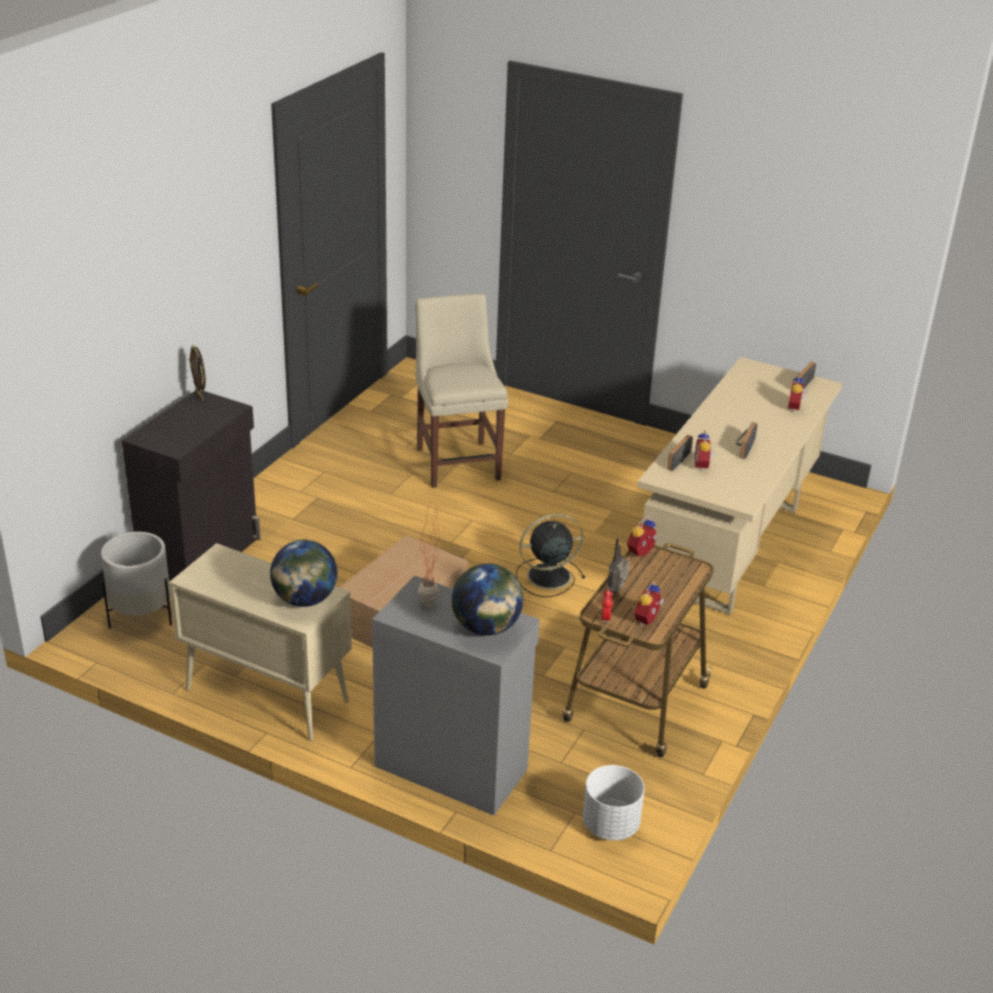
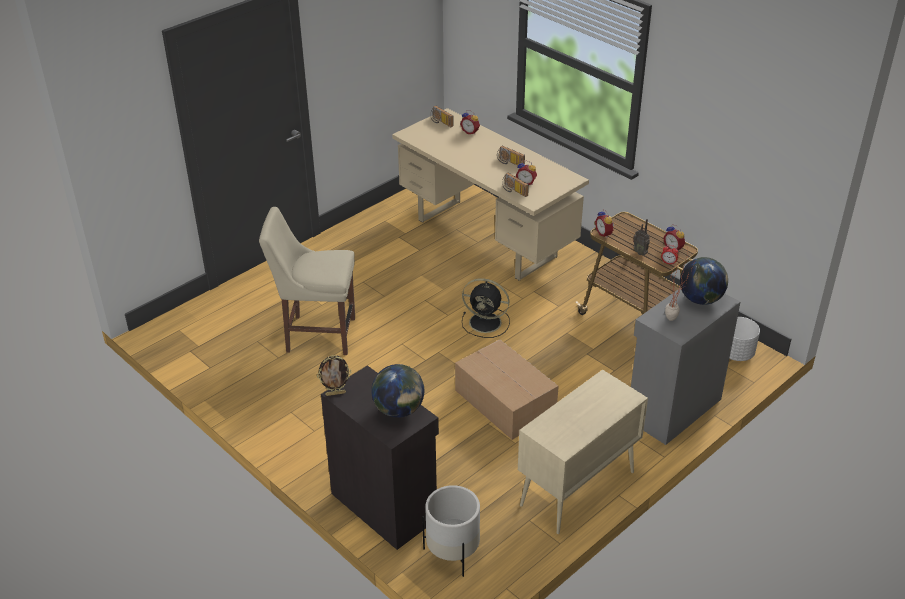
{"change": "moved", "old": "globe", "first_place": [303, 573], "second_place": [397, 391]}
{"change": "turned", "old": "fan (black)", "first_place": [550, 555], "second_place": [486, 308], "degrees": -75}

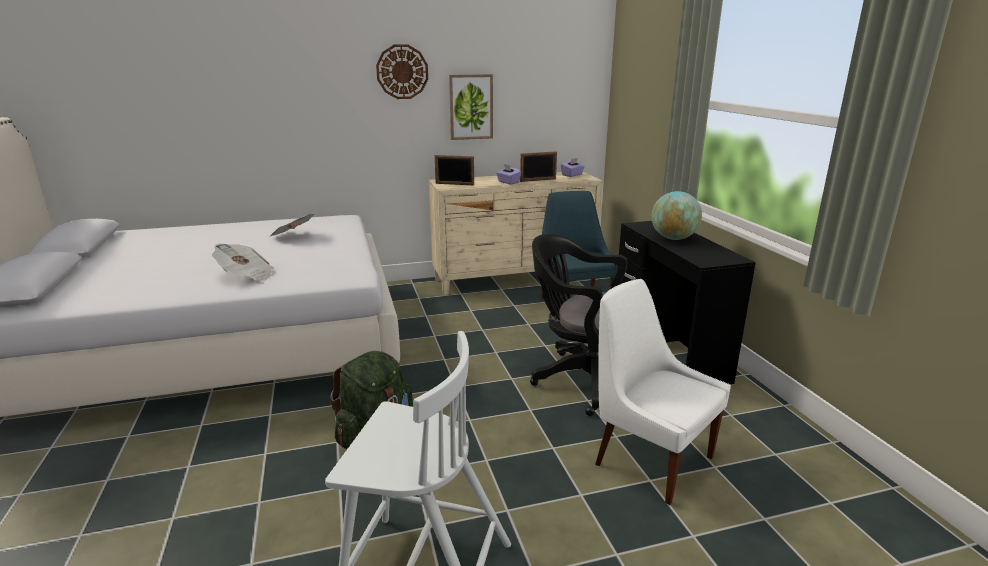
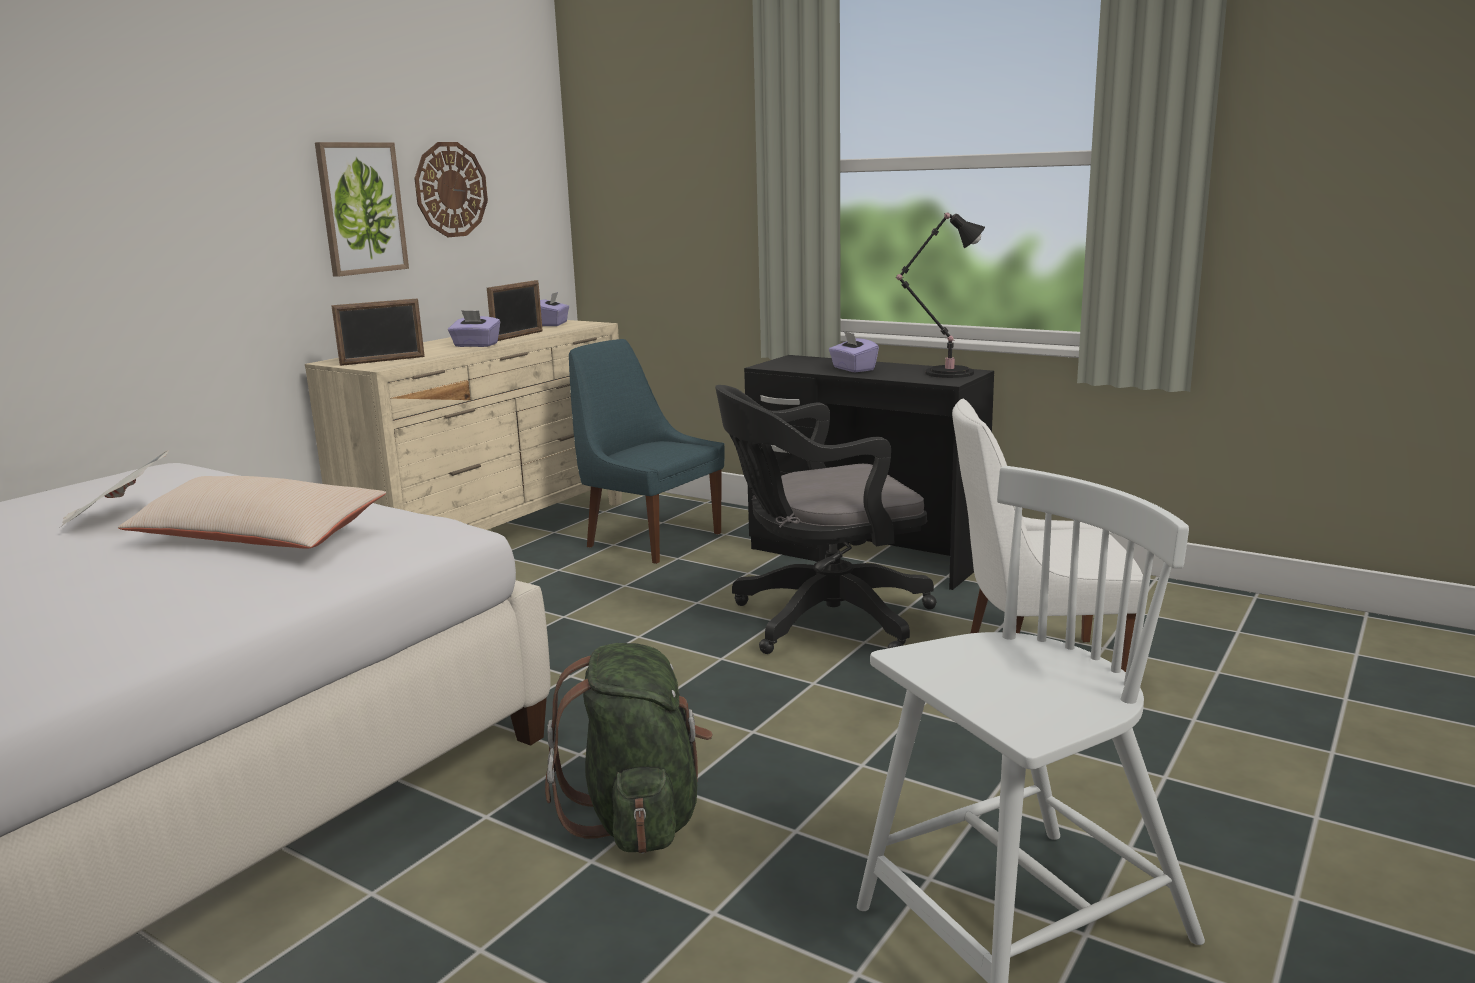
{"change": "removed", "old": "newspaper", "first_place": [243, 262]}
{"change": "moved", "old": "wall clock", "first_place": [402, 72], "second_place": [451, 189]}
{"change": "replaced", "old": "globe", "new": "tissue box (purple)", "first_place": [677, 215], "second_place": [854, 351]}
{"change": "added", "new": "pillow (beige)", "second_place": [252, 512]}
{"change": "added", "new": "table lamp (black)", "second_place": [940, 295]}

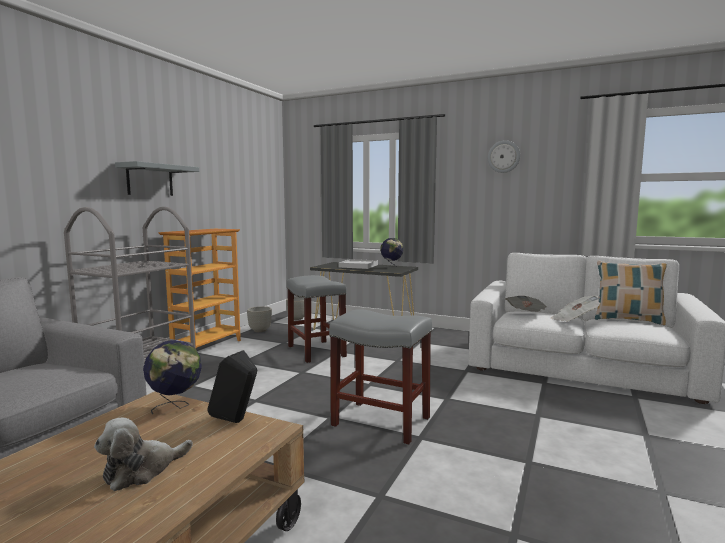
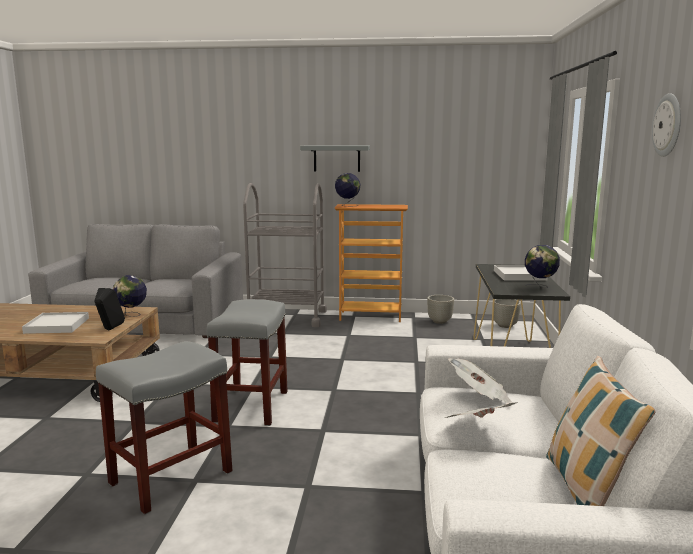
{"change": "replaced", "old": "plush toy", "new": "tray (white)", "first_place": [143, 454], "second_place": [55, 323]}
{"change": "moved", "old": "stool (grey)", "first_place": [317, 319], "second_place": [164, 428]}
{"change": "added", "new": "globe", "second_place": [347, 189]}

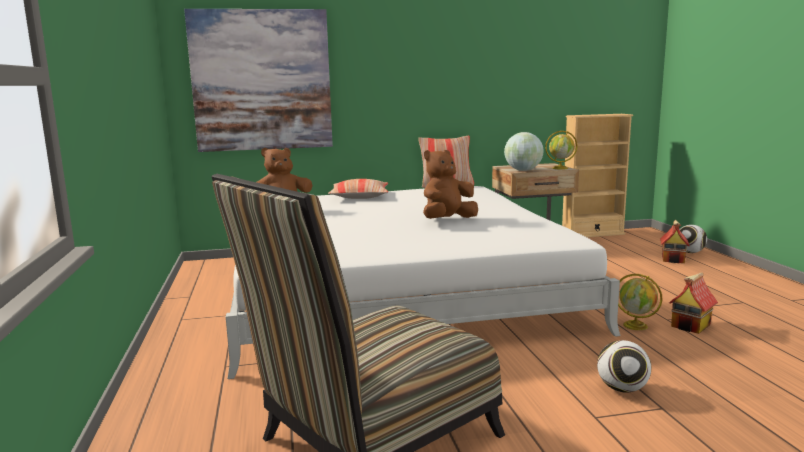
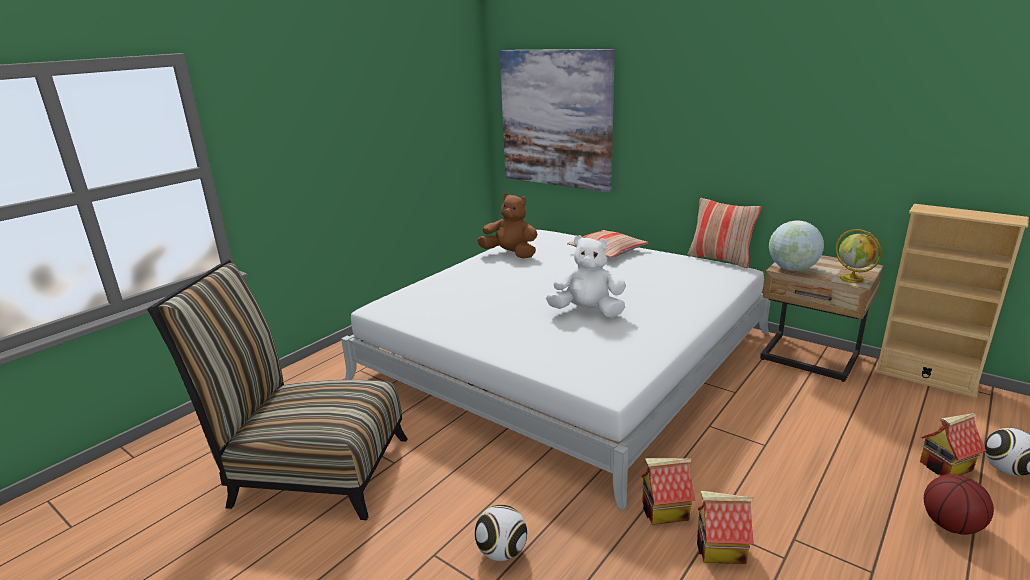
{"change": "recoloured", "old": "plush toy (brown)", "new": "plush toy (white)", "first_place": [450, 184], "second_place": [586, 276]}
{"change": "replaced", "old": "globe", "new": "toy house", "first_place": [640, 302], "second_place": [668, 491]}
{"change": "added", "new": "basketball", "second_place": [959, 504]}

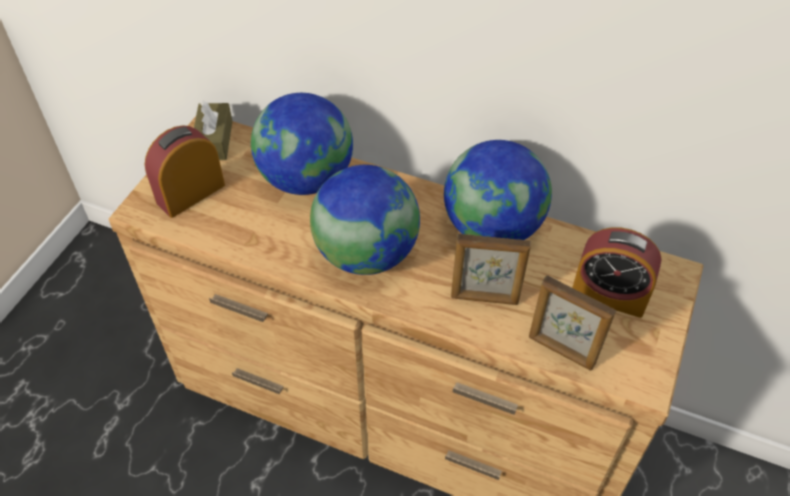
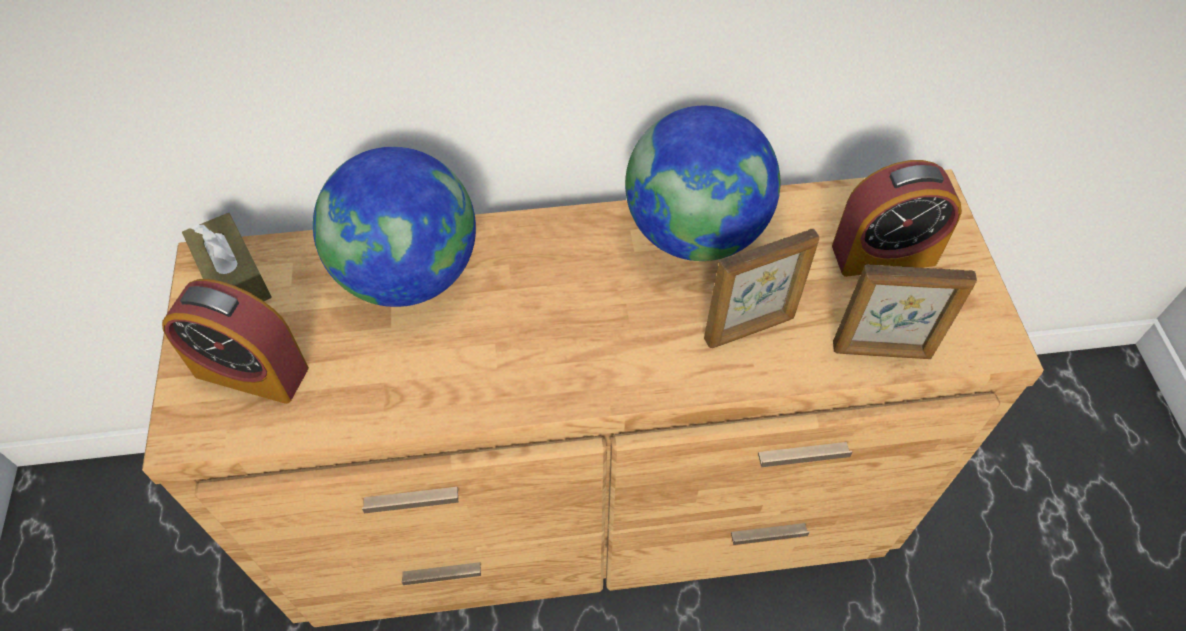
{"change": "turned", "old": "alarm clock", "first_place": [184, 171], "second_place": [235, 341], "degrees": -90}
{"change": "removed", "old": "globe", "first_place": [365, 220]}

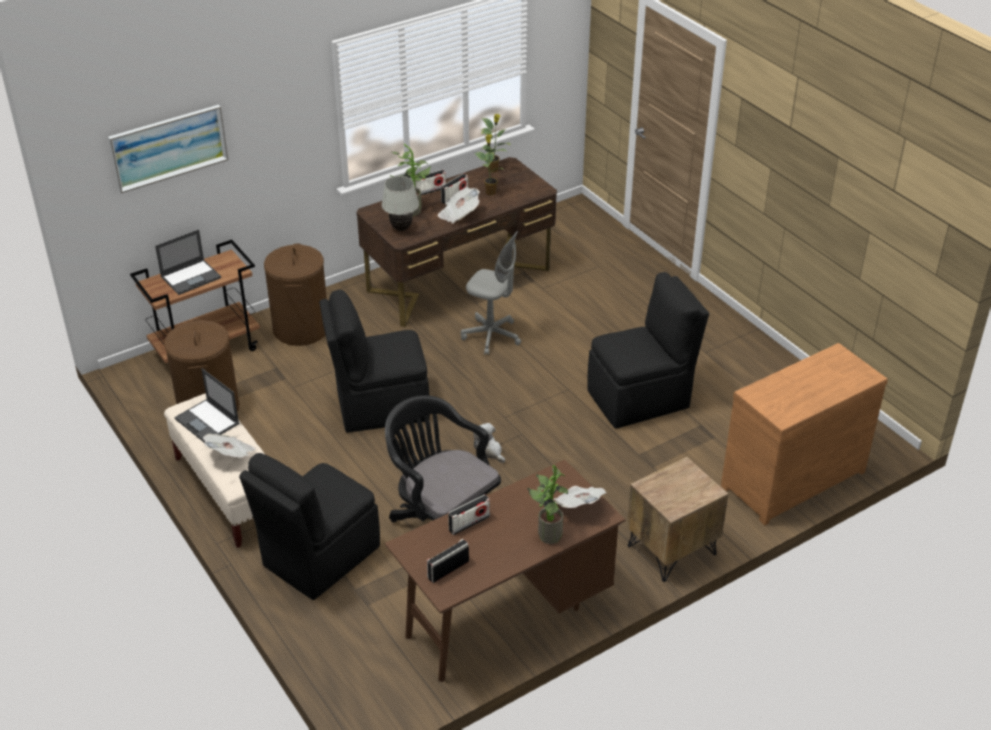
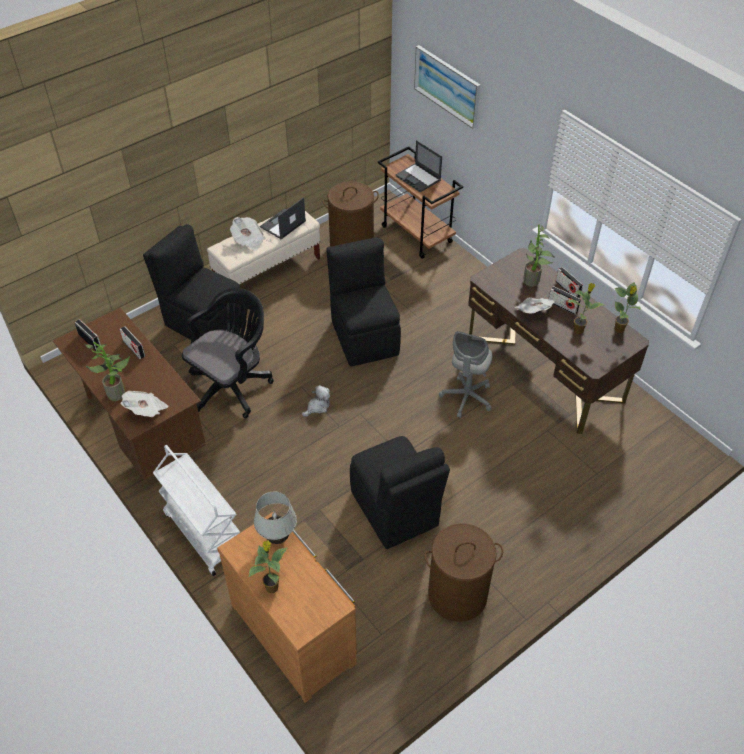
{"change": "moved", "old": "laundry basket (brown)", "first_place": [295, 294], "second_place": [463, 572]}
{"change": "moved", "old": "table lamp (white)", "first_place": [400, 203], "second_place": [275, 517]}
{"change": "replaced", "old": "nightstand (brown)", "new": "cart (white)", "first_place": [677, 519], "second_place": [196, 510]}
{"change": "added", "new": "potted plant", "second_place": [268, 566]}

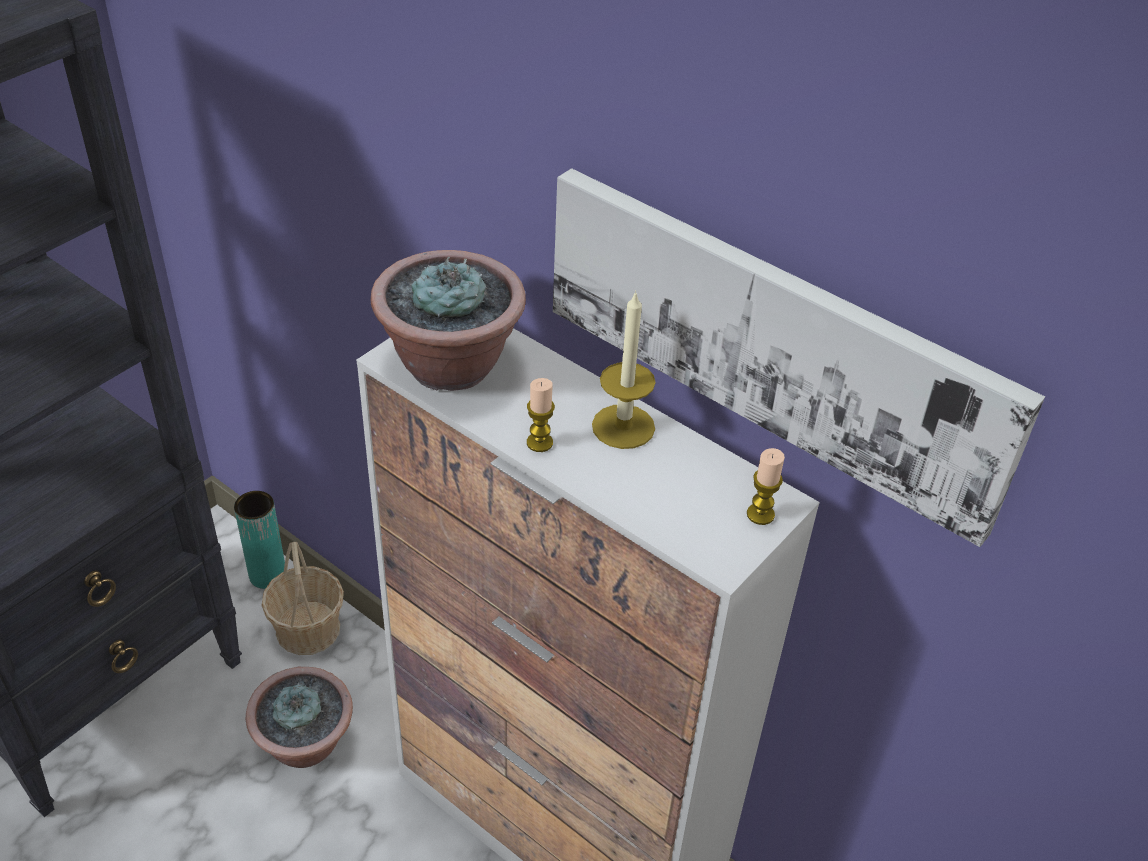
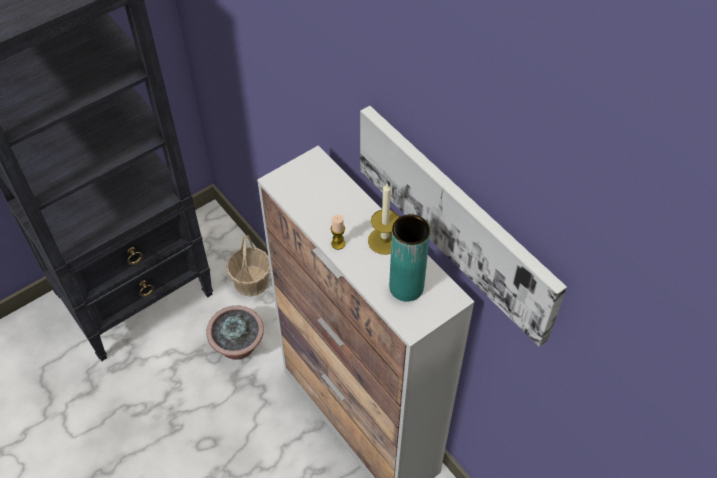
{"change": "moved", "old": "vase (turquoise)", "first_place": [259, 540], "second_place": [409, 258]}
{"change": "removed", "old": "potted plant", "first_place": [448, 320]}
{"change": "removed", "old": "candle", "first_place": [766, 486]}

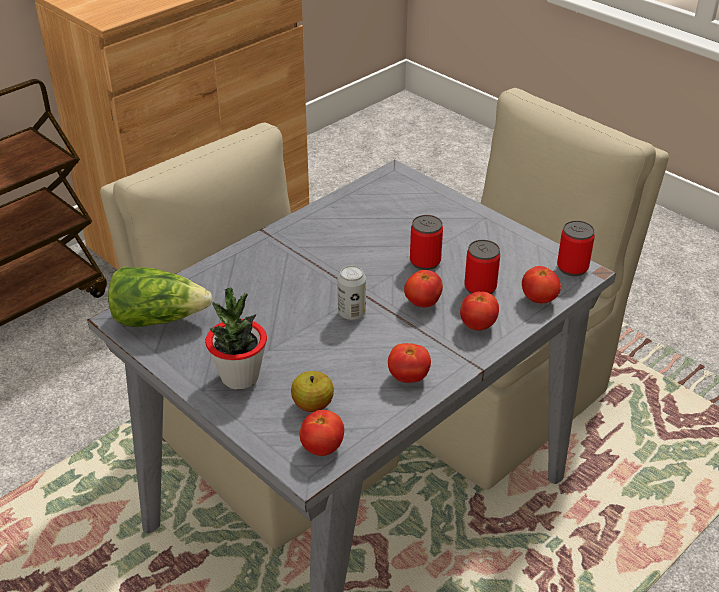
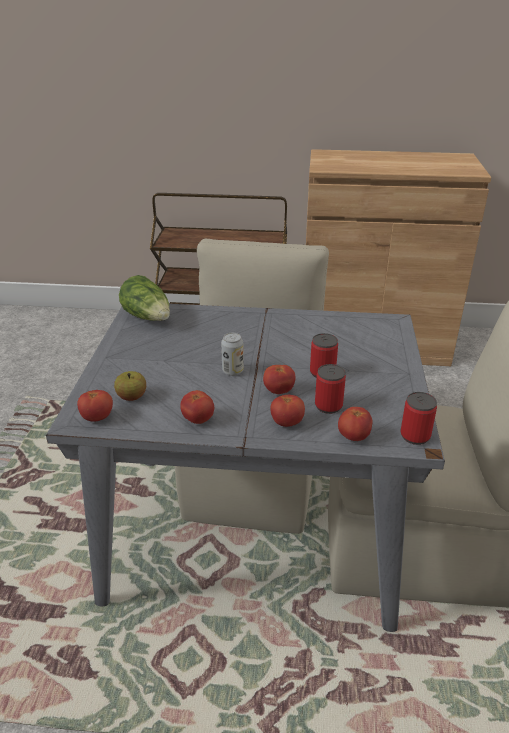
{"change": "removed", "old": "potted plant", "first_place": [236, 338]}

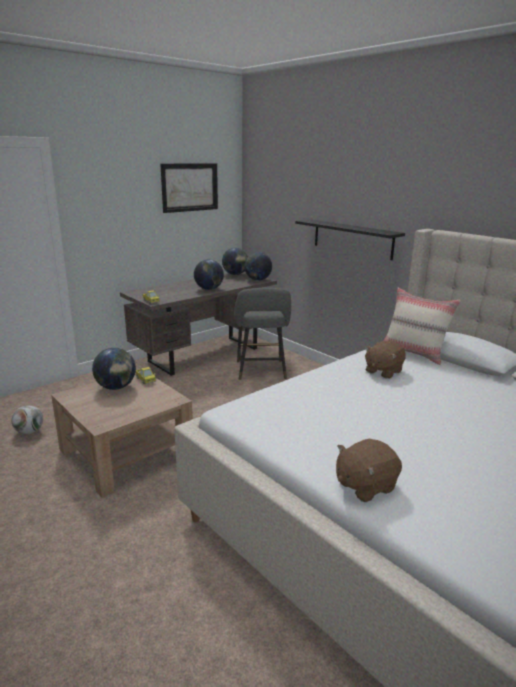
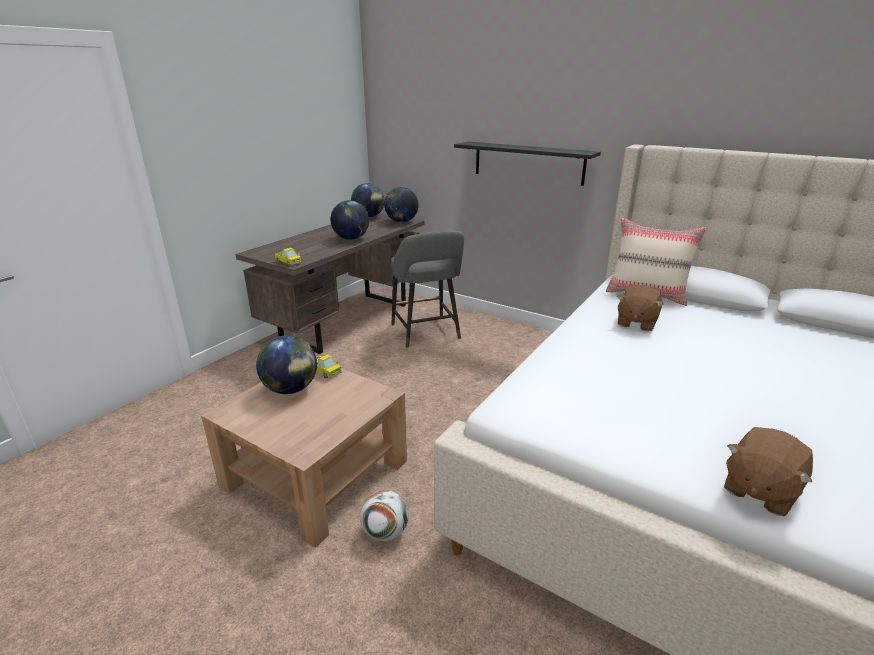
{"change": "moved", "old": "football", "first_place": [27, 419], "second_place": [384, 515]}
{"change": "removed", "old": "picture", "first_place": [189, 188]}

